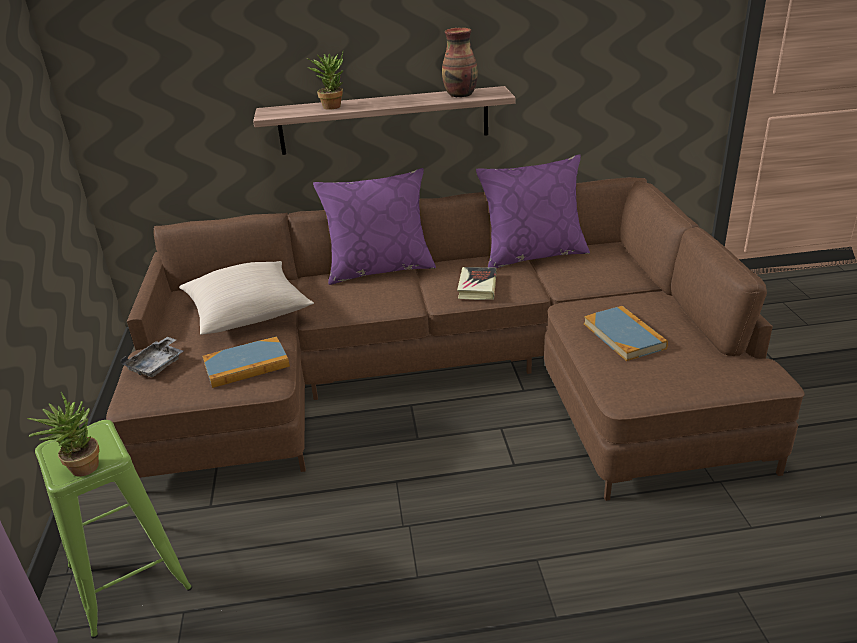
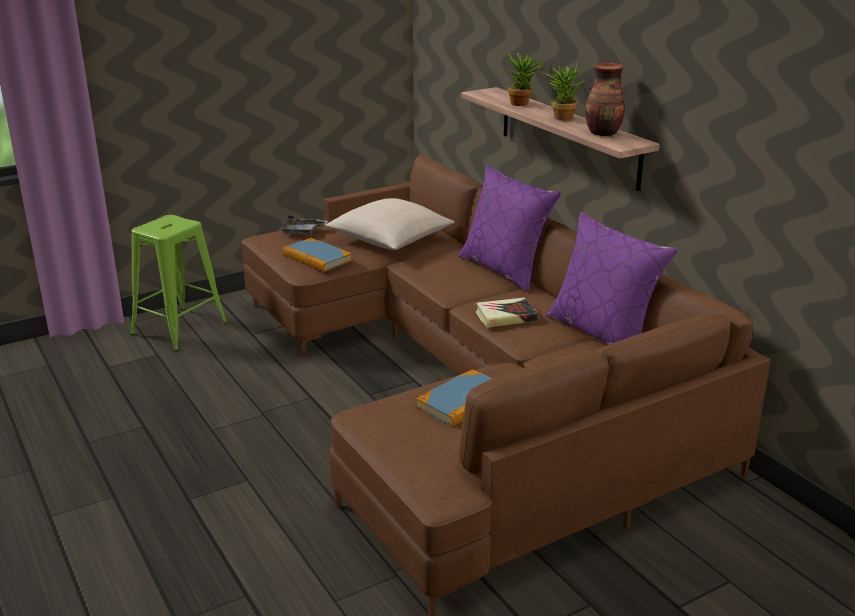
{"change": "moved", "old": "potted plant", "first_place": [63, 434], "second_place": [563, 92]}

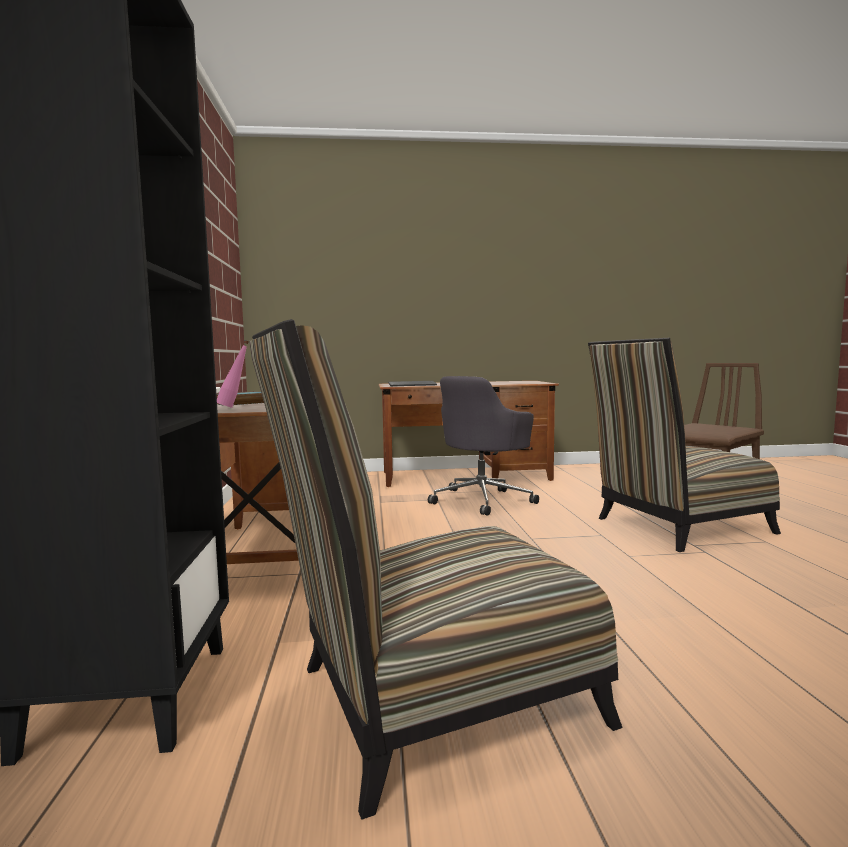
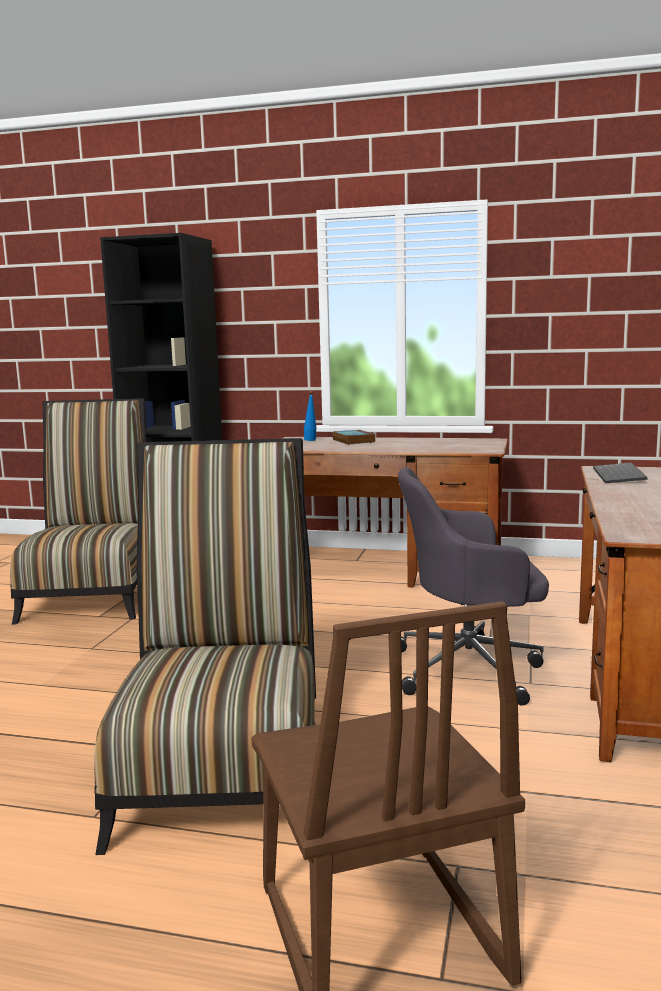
{"change": "recoloured", "old": "bottle (pink)", "new": "bottle (blue)", "first_place": [233, 374], "second_place": [310, 416]}
{"change": "turned", "old": "office chair (grey)", "first_place": [483, 446], "second_place": [473, 586], "degrees": -60}

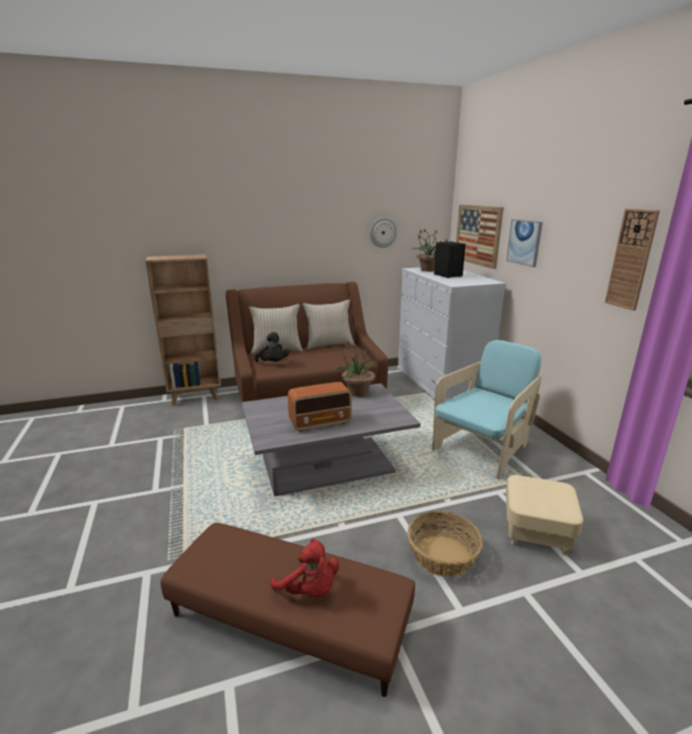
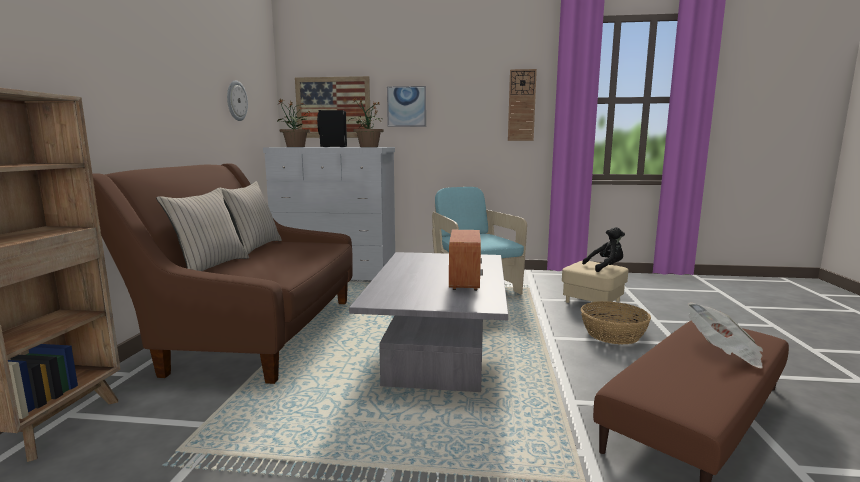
{"change": "moved", "old": "plush toy (black)", "first_place": [272, 347], "second_place": [603, 249]}
{"change": "replaced", "old": "plush toy (red)", "new": "newspaper", "first_place": [304, 568], "second_place": [725, 335]}
{"change": "moved", "old": "potted plant", "first_place": [357, 369], "second_place": [366, 122]}

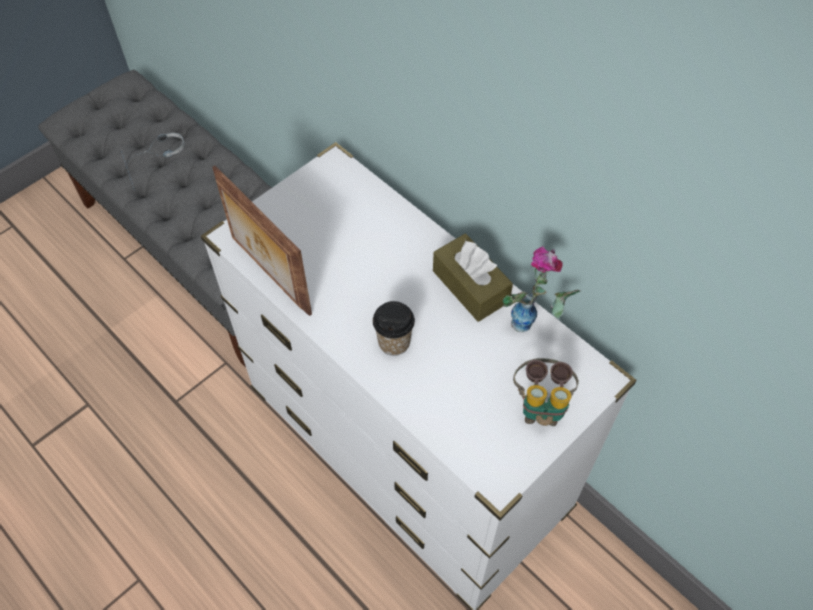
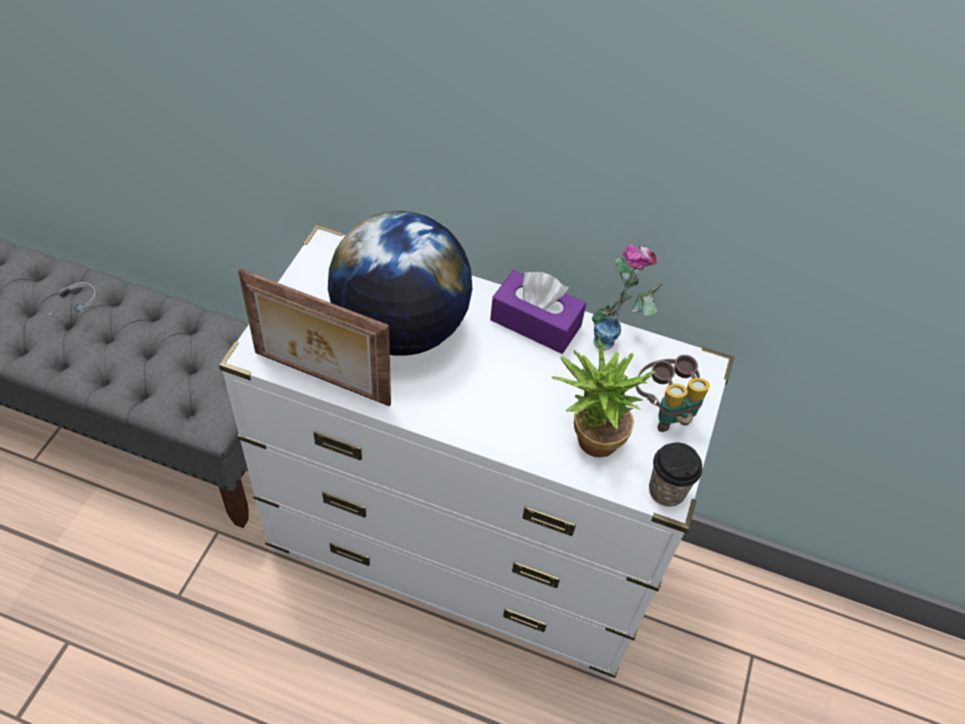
{"change": "moved", "old": "cup", "first_place": [394, 328], "second_place": [675, 474]}
{"change": "recoloured", "old": "tissue box (brown)", "new": "tissue box (purple)", "first_place": [473, 278], "second_place": [538, 312]}
{"change": "added", "new": "globe", "second_place": [400, 283]}
{"change": "added", "new": "potted plant", "second_place": [604, 396]}

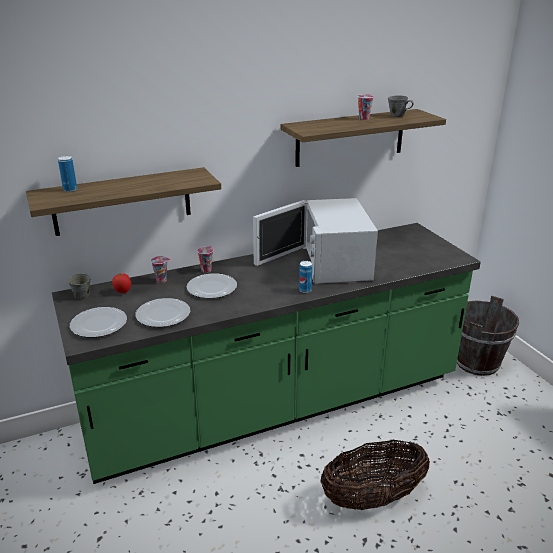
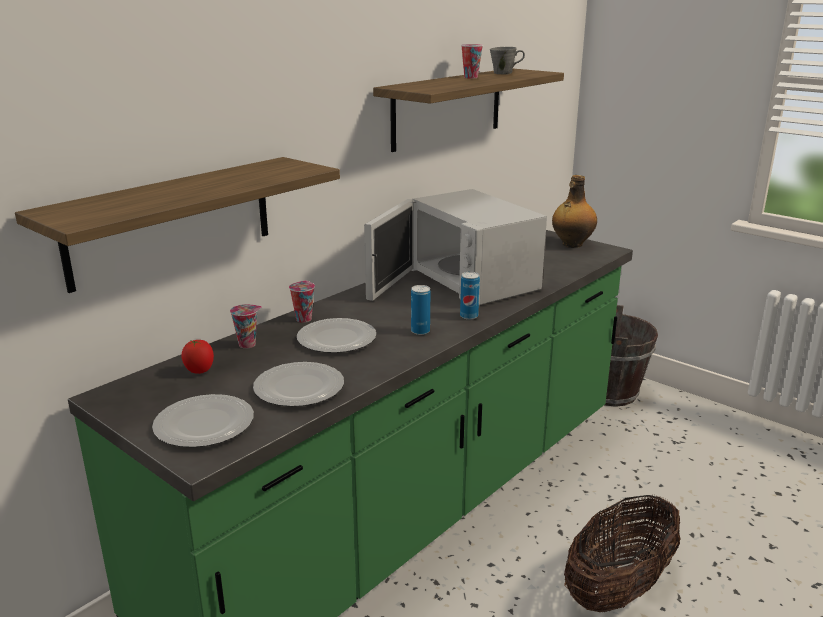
{"change": "moved", "old": "can", "first_place": [67, 174], "second_place": [420, 310]}
{"change": "removed", "old": "mug (grey)", "first_place": [79, 286]}
{"change": "added", "new": "bottle", "second_place": [574, 211]}

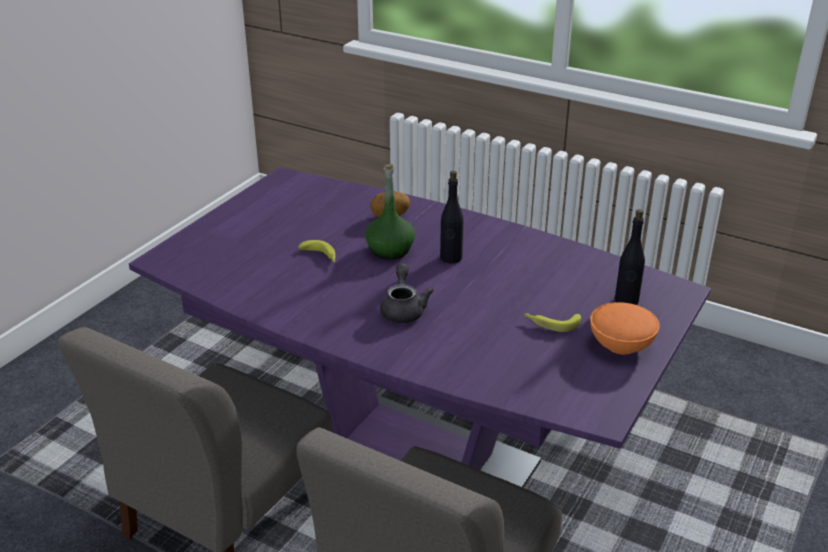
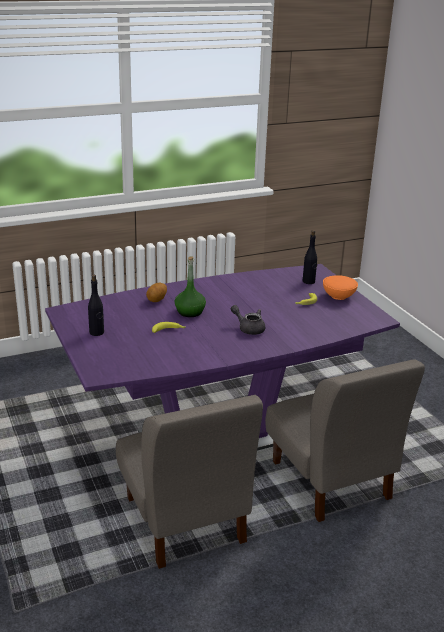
{"change": "moved", "old": "bottle (black)", "first_place": [451, 217], "second_place": [96, 305]}

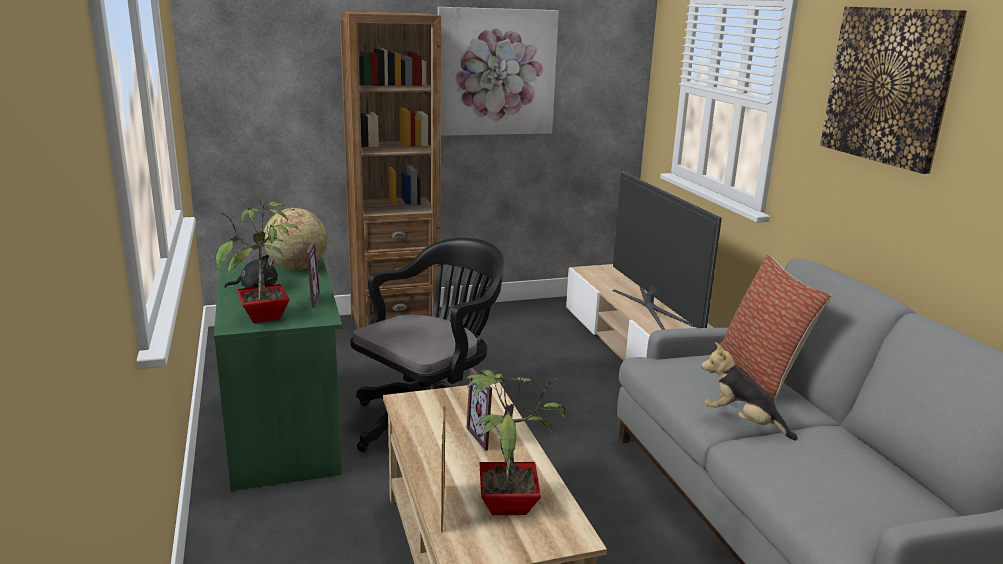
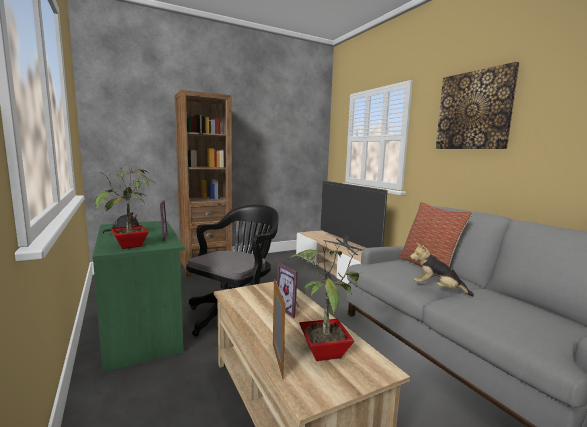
{"change": "removed", "old": "globe", "first_place": [295, 239]}
{"change": "removed", "old": "picture", "first_place": [498, 71]}

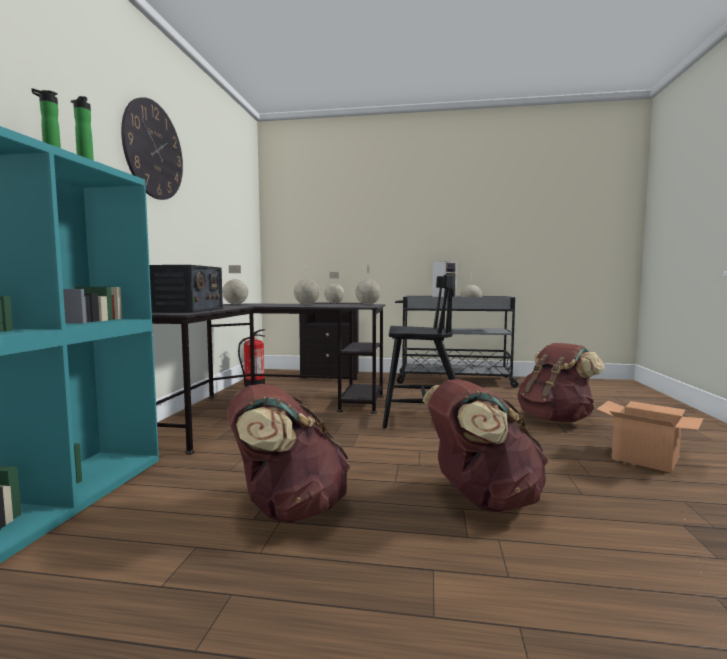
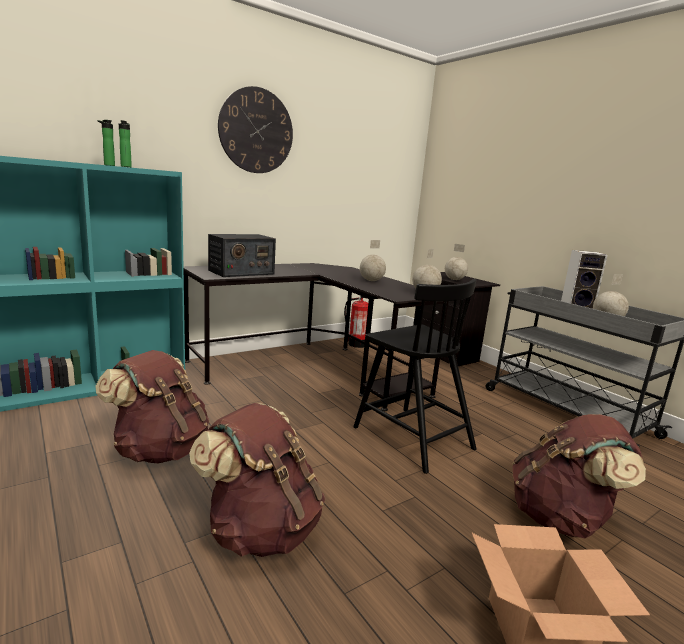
{"change": "removed", "old": "globe", "first_place": [235, 285]}

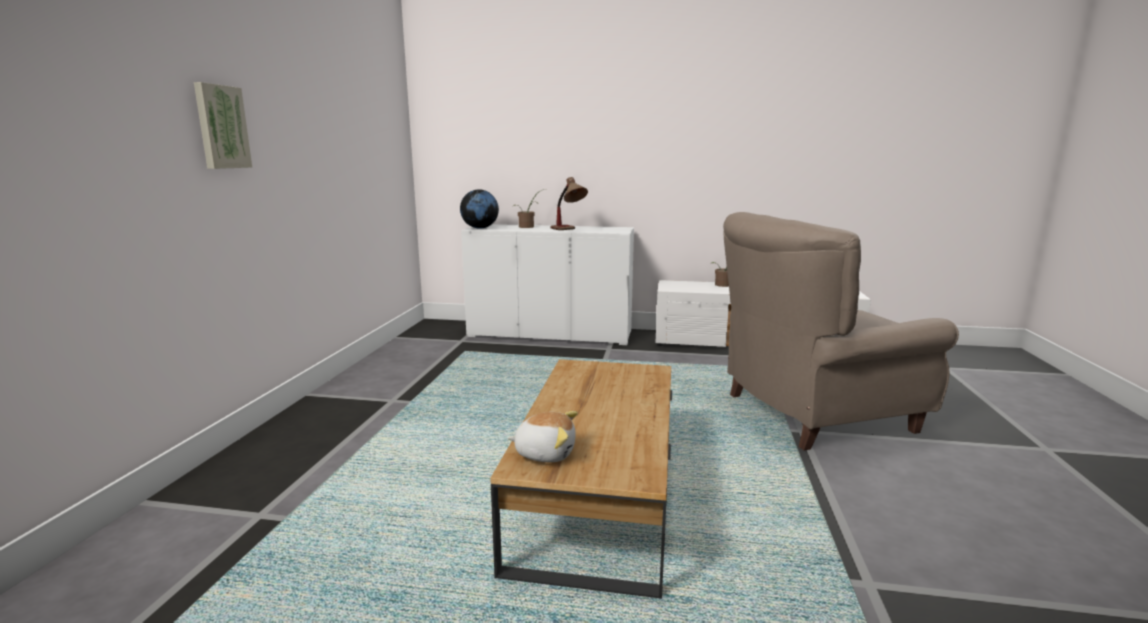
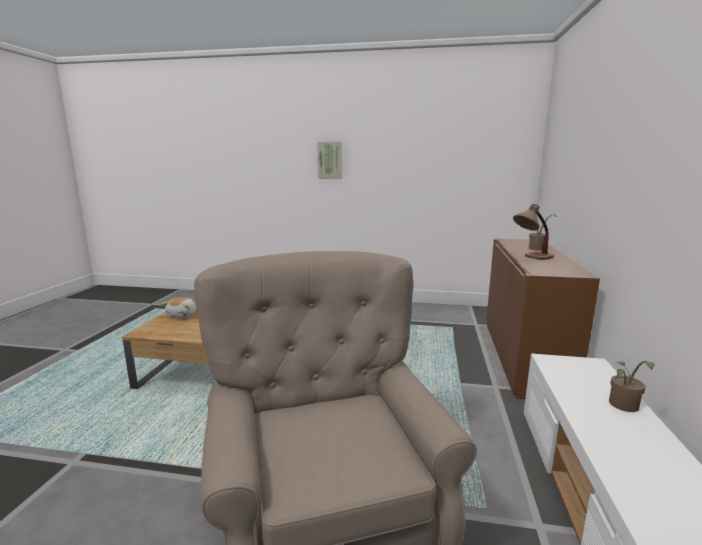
{"change": "removed", "old": "globe", "first_place": [479, 209]}
{"change": "recoloured", "old": "cabinet (white)", "new": "cabinet (brown)", "first_place": [547, 284], "second_place": [543, 319]}

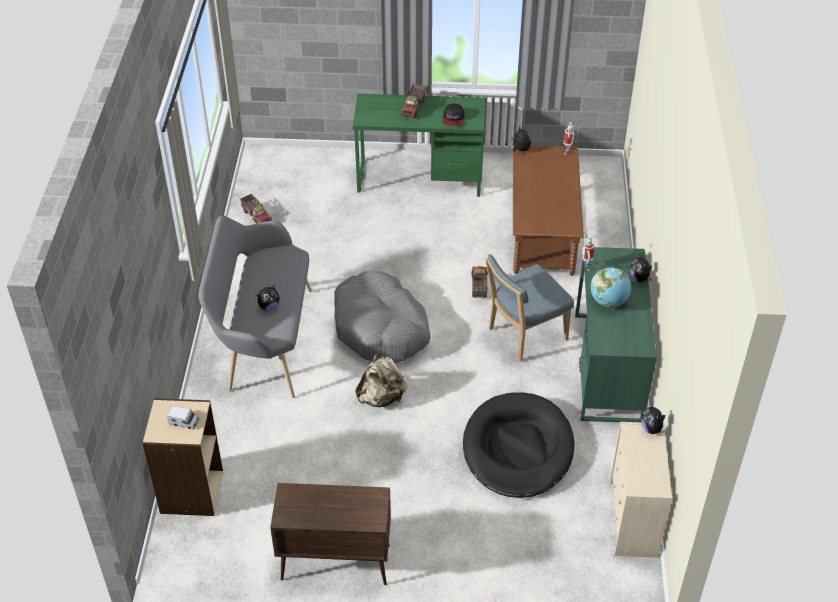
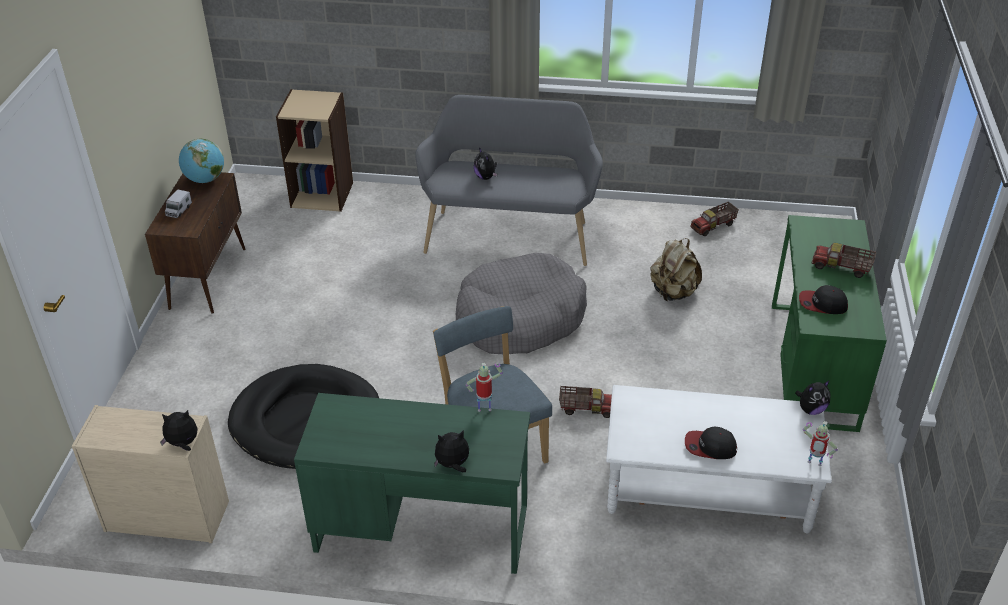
{"change": "moved", "old": "toy truck", "first_place": [183, 417], "second_place": [178, 203]}
{"change": "moved", "old": "backpack (beige)", "first_place": [381, 380], "second_place": [676, 269]}
{"change": "recoloured", "old": "coffee table (brown)", "new": "coffee table (white)", "first_place": [548, 210], "second_place": [719, 459]}
{"change": "moved", "old": "globe", "first_place": [611, 287], "second_place": [201, 161]}
{"change": "added", "new": "cap", "second_place": [711, 443]}

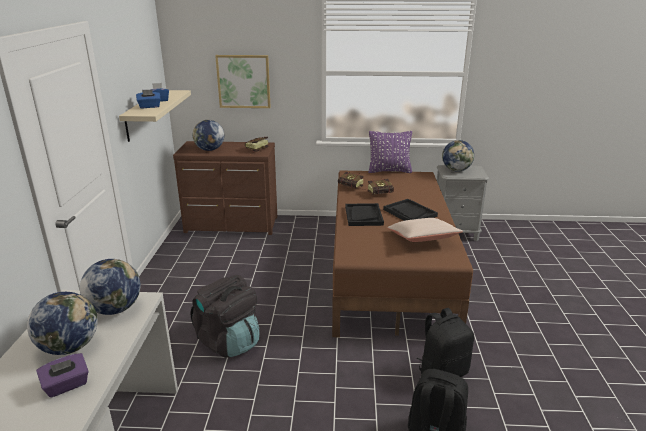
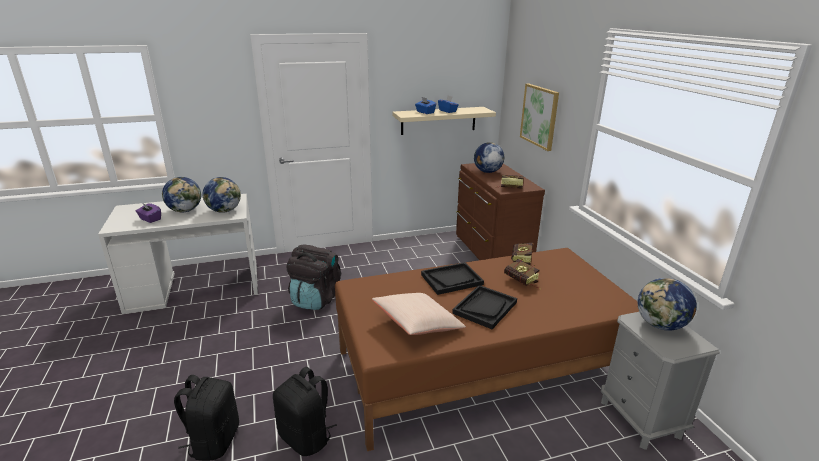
{"change": "removed", "old": "pillow (purple)", "first_place": [390, 152]}

